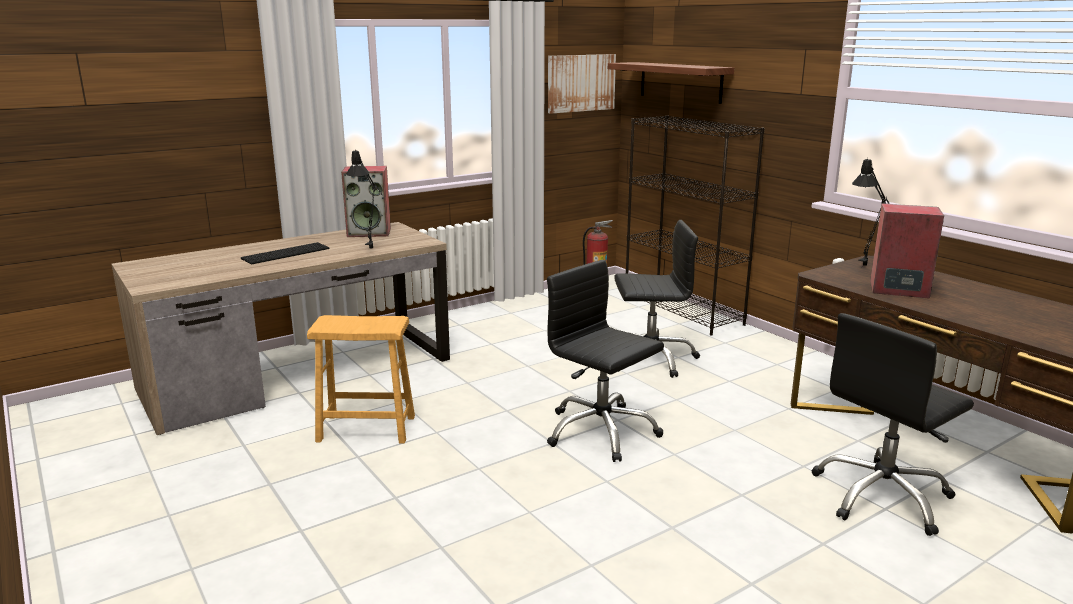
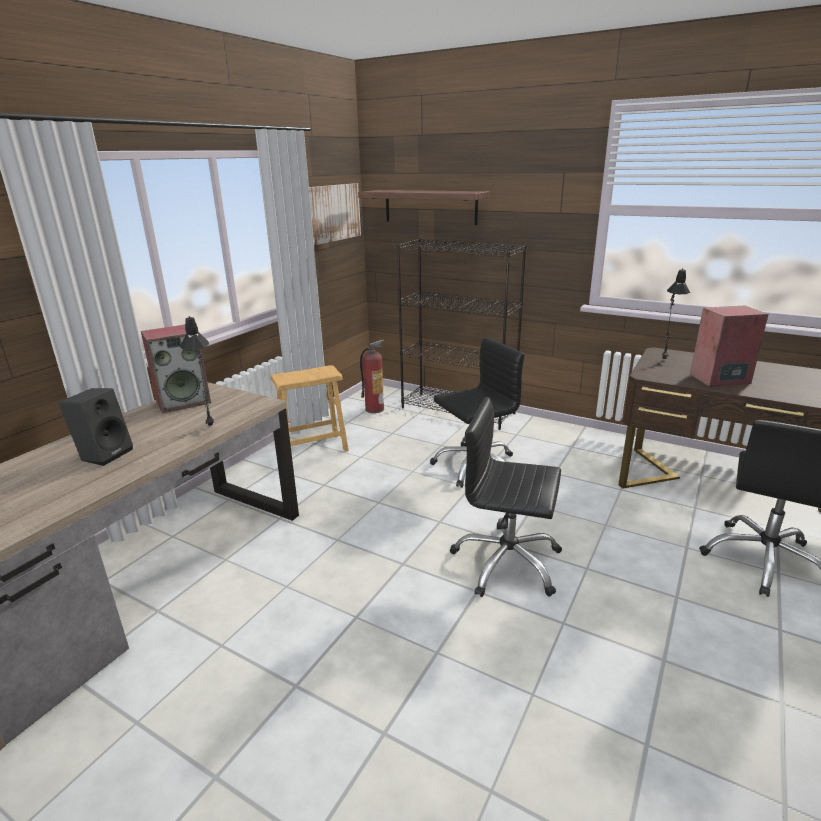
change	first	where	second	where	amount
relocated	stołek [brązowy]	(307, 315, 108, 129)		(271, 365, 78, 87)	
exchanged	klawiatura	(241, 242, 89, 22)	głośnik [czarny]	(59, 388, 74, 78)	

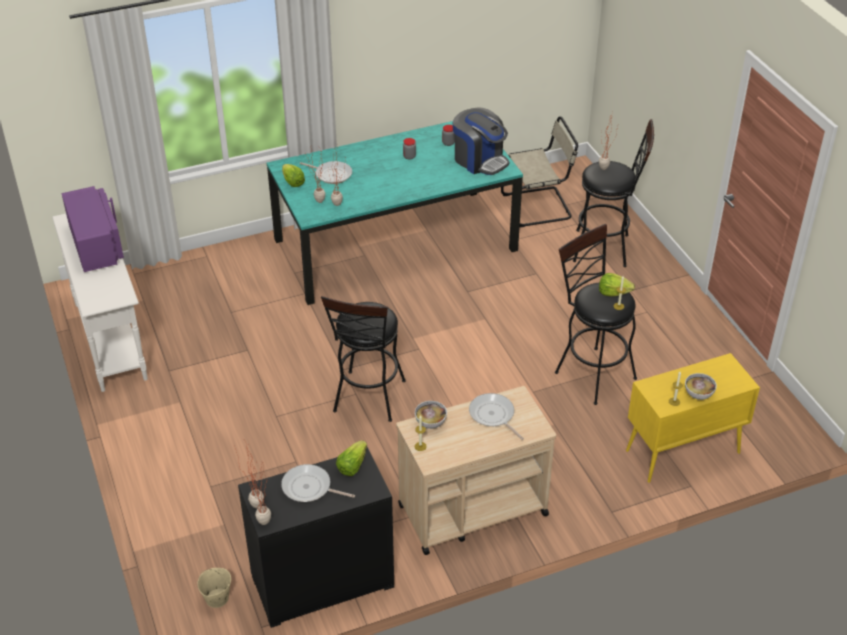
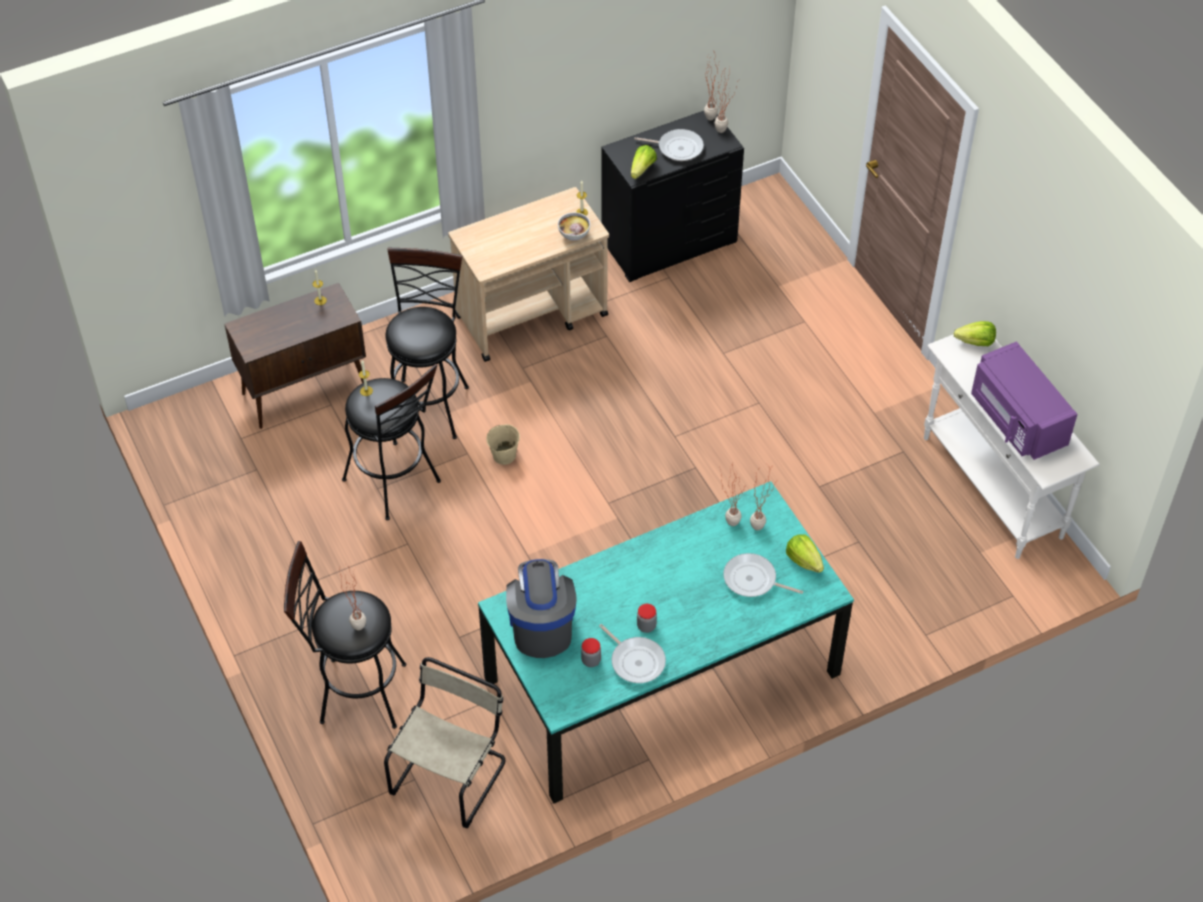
change	first	where	second	where	amount
missing	miska	(685, 373, 32, 27)			
relocated	wiadro [beżowy]	(197, 568, 34, 40)		(486, 424, 34, 41)	
relocated	stołek [czarny]	(321, 296, 85, 126)		(385, 248, 84, 191)	
relocated	patelnia	(469, 393, 55, 47)		(599, 624, 67, 59)	
relocated	sałata	(599, 273, 36, 23)		(953, 321, 43, 25)	
colour	szafka [żółty]	(626, 353, 134, 130)	szafka [brązowy]	(224, 283, 142, 146)	
spun	ekspres do kawy	(453, 107, 56, 68)		(506, 559, 71, 99)	45 degrees clockwise
spun	krzesło [beżowy]	(501, 116, 77, 111)		(384, 657, 121, 171)	135 degrees clockwise

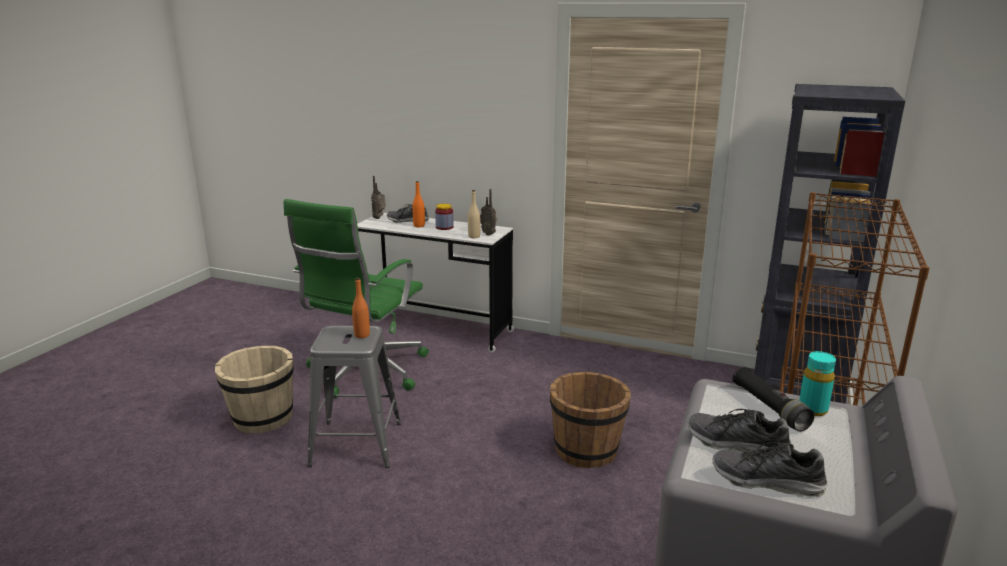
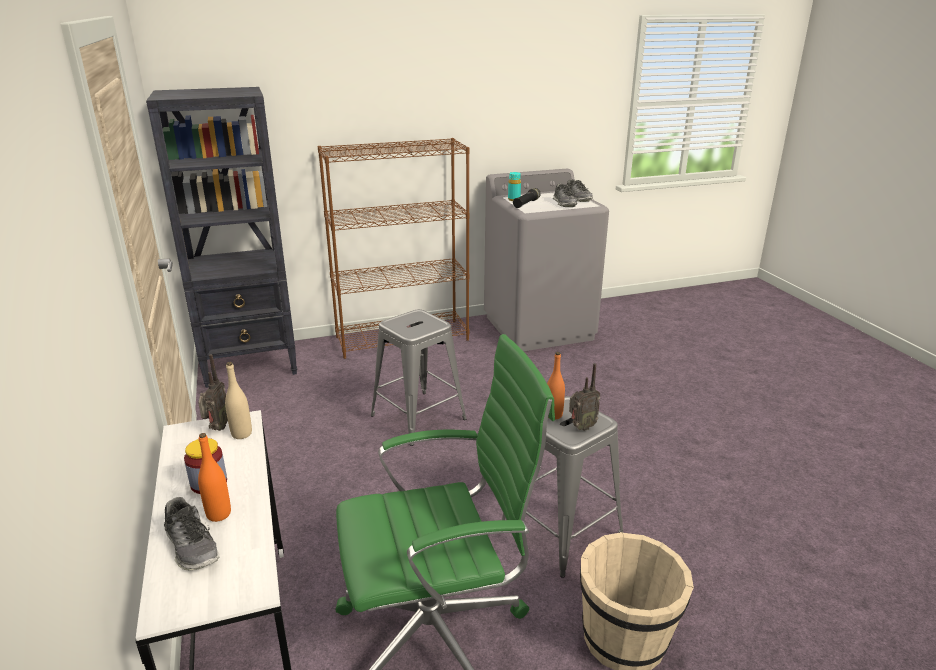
change	first	where	second	where	amount
relocated	radio	(371, 176, 14, 43)		(569, 363, 31, 68)	
exchanged	wiadro [brązowy]	(550, 371, 81, 97)	stołek [szary]	(371, 309, 96, 137)	

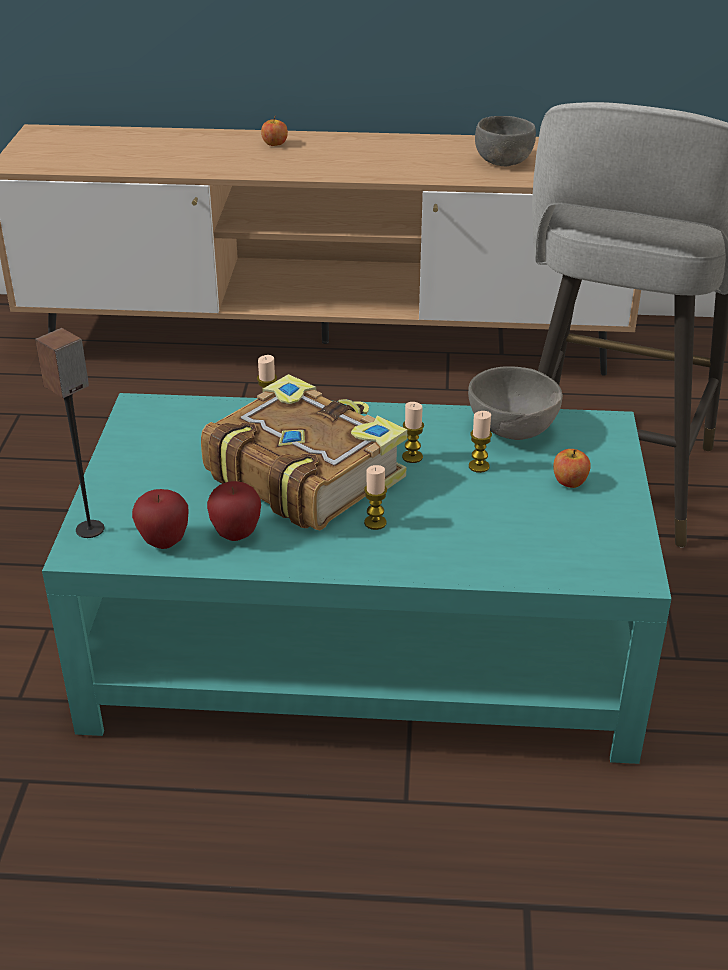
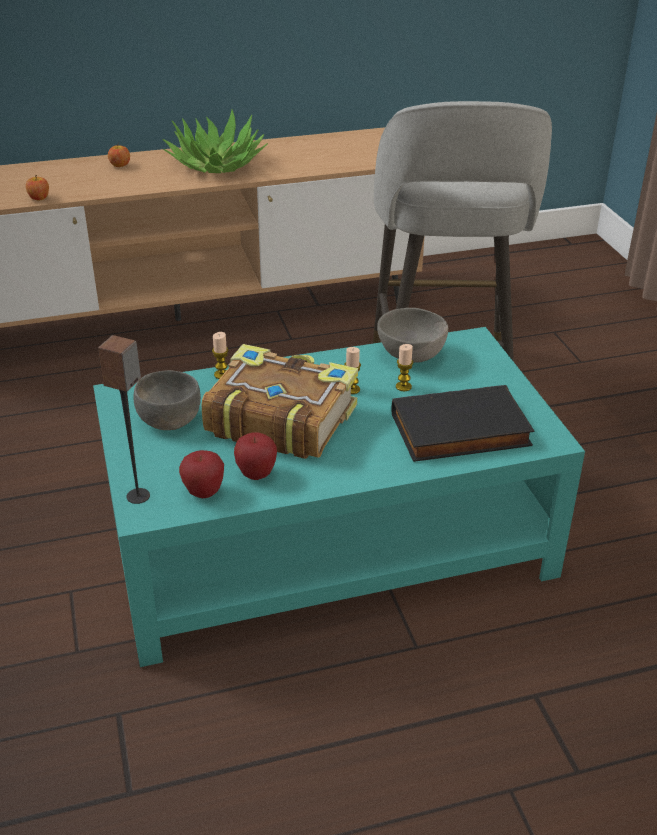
change	first	where	second	where	amount
missing	świeca	(364, 465, 23, 65)			
appeared			roślina doniczkowa	(163, 109, 105, 64)	
appeared			książka [czarny]	(391, 385, 143, 77)	
relocated	miska [szary]	(475, 116, 61, 50)		(134, 370, 67, 60)	
relocated	jabłko	(553, 449, 38, 39)		(26, 175, 23, 25)	

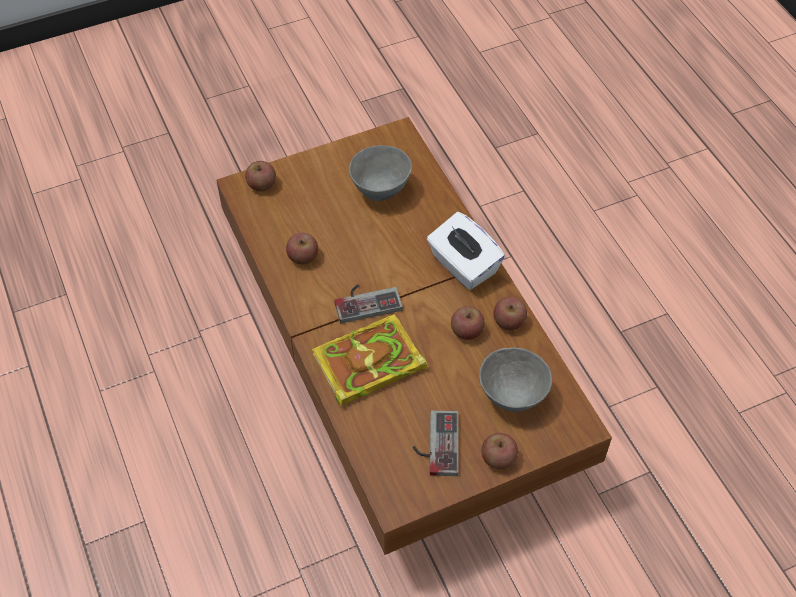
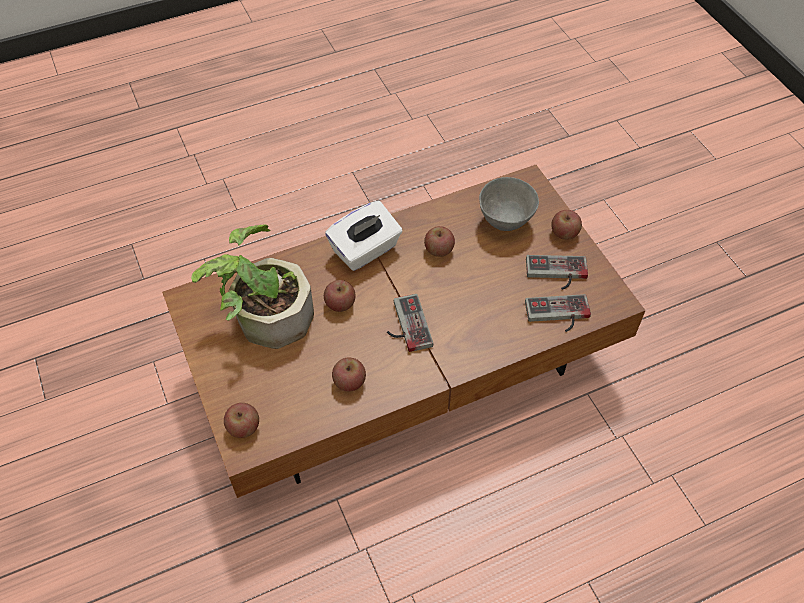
change	first	where	second	where	amount
missing	książka	(312, 314, 116, 93)			
appeared			pad do gier	(525, 294, 66, 38)	
relocated	jabłko	(494, 297, 33, 33)		(324, 280, 32, 32)	
exchanged	miska [szary]	(349, 145, 63, 56)	roślina doniczkowa	(191, 225, 123, 124)	

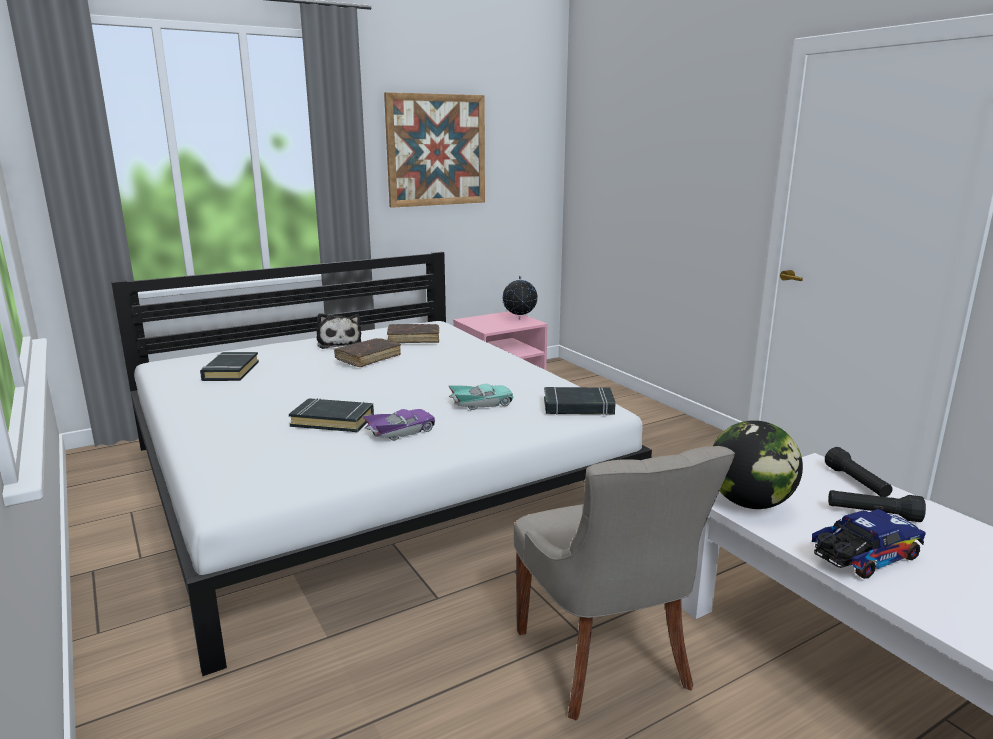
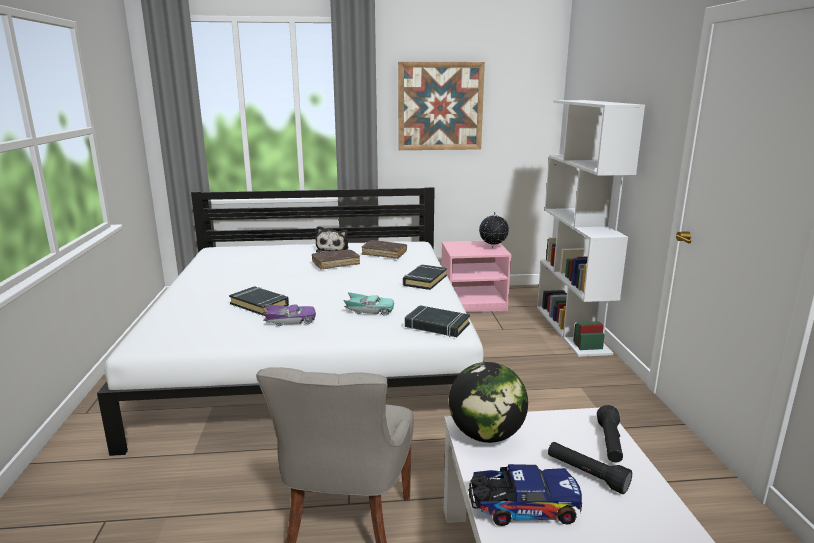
change	first	where	second	where	amount
appeared			regał [biały]	(537, 100, 108, 257)	
relocated	książka [czarny]	(200, 352, 59, 29)		(403, 264, 44, 26)	

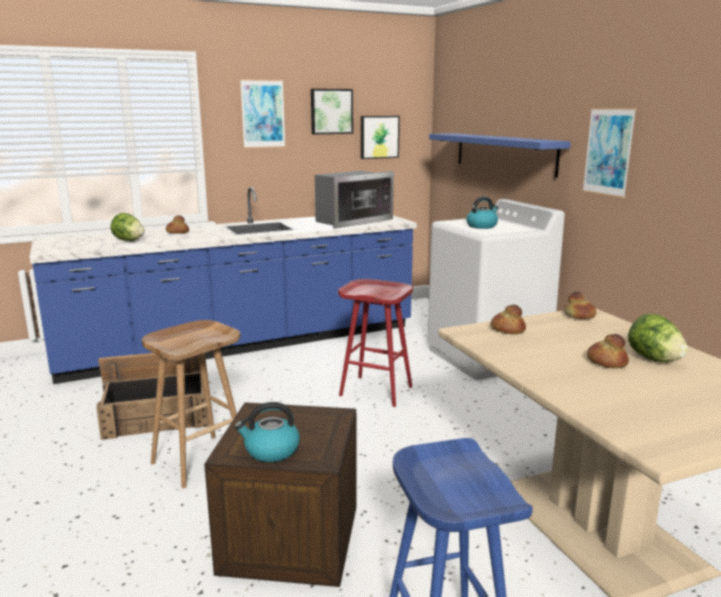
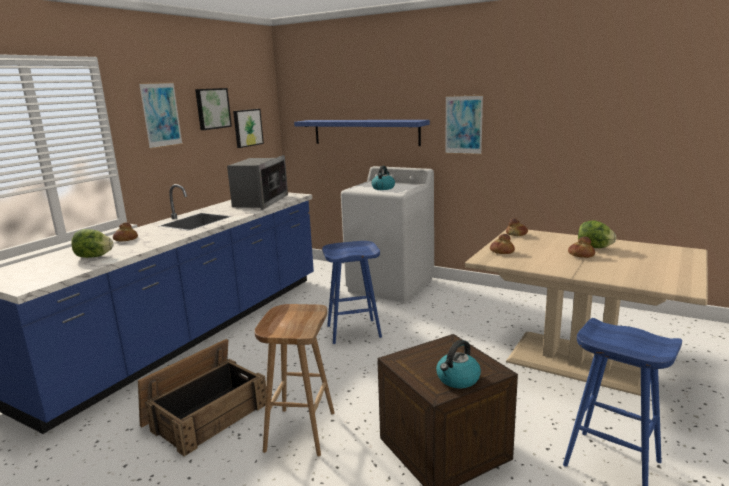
change	first	where	second	where	amount
colour	stołek [czerwony]	(338, 279, 75, 128)	stołek [niebieski]	(322, 241, 60, 103)	

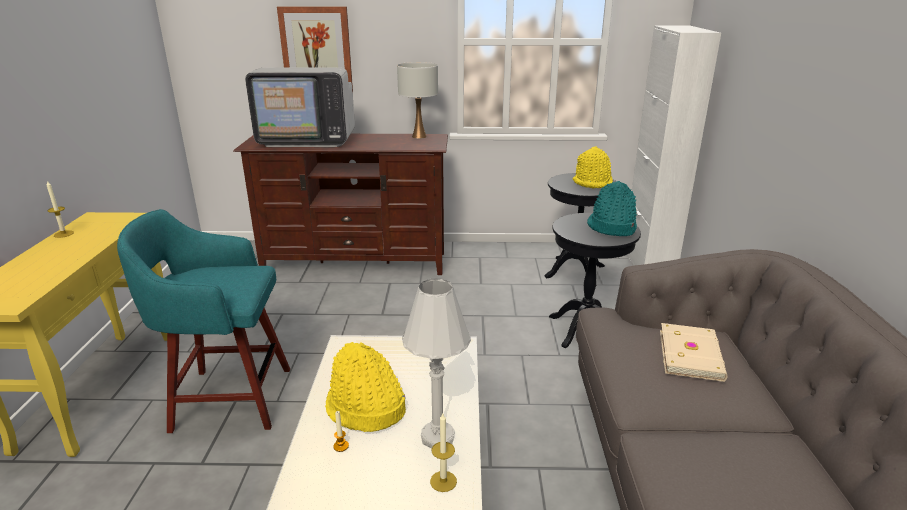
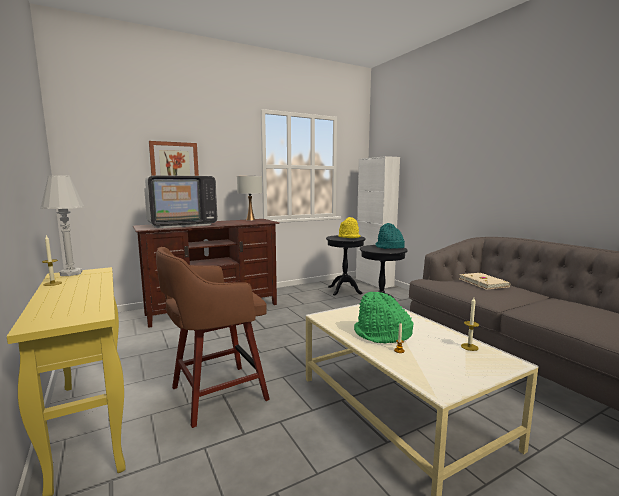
change	first	where	second	where	amount
relocated	lampa stołowa [biały]	(402, 279, 69, 169)		(41, 175, 43, 101)	
colour	stołek [turkusowy]	(117, 209, 173, 224)	stołek [brązowy]	(156, 247, 114, 181)	
colour	kapelusz [żółty]	(325, 342, 81, 90)	kapelusz [zielony]	(354, 292, 59, 52)	

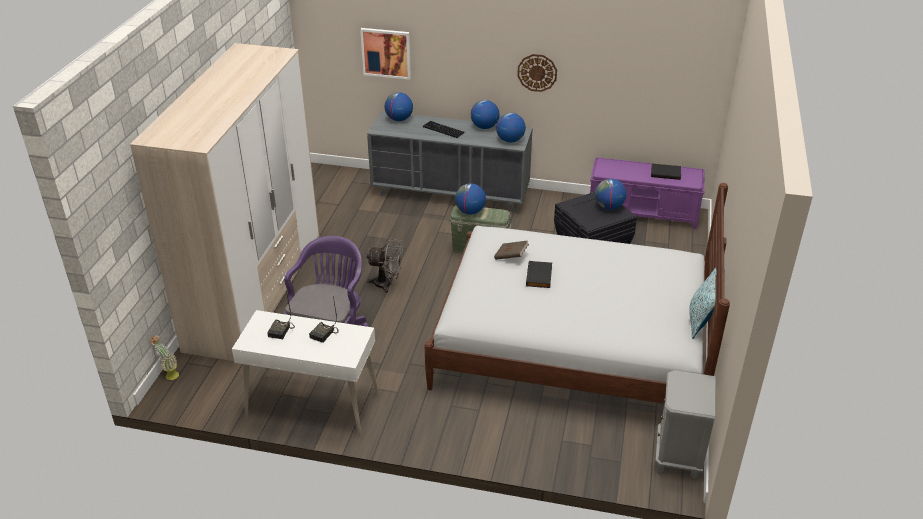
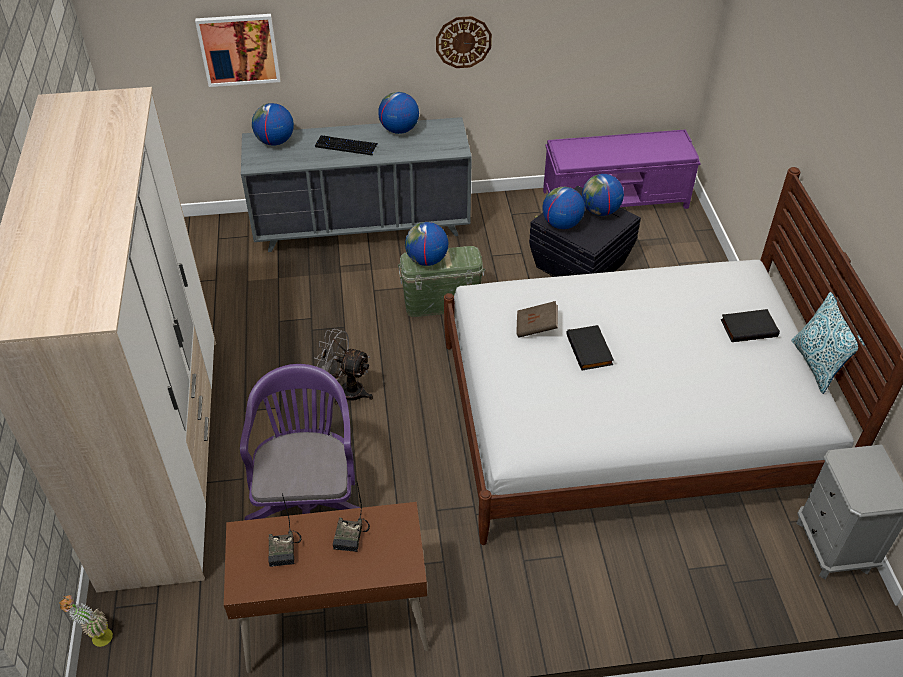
change	first	where	second	where	amount
relocated	globus	(496, 112, 30, 30)		(542, 187, 43, 42)	
relocated	książka [czarny]	(651, 163, 30, 17)		(721, 309, 59, 33)	
colour	biurko [biały]	(232, 310, 147, 126)	biurko [brązowy]	(224, 502, 205, 171)	
spun	wentylator [szary]	(366, 239, 37, 54)		(314, 329, 59, 75)	150 degrees counterclockwise

